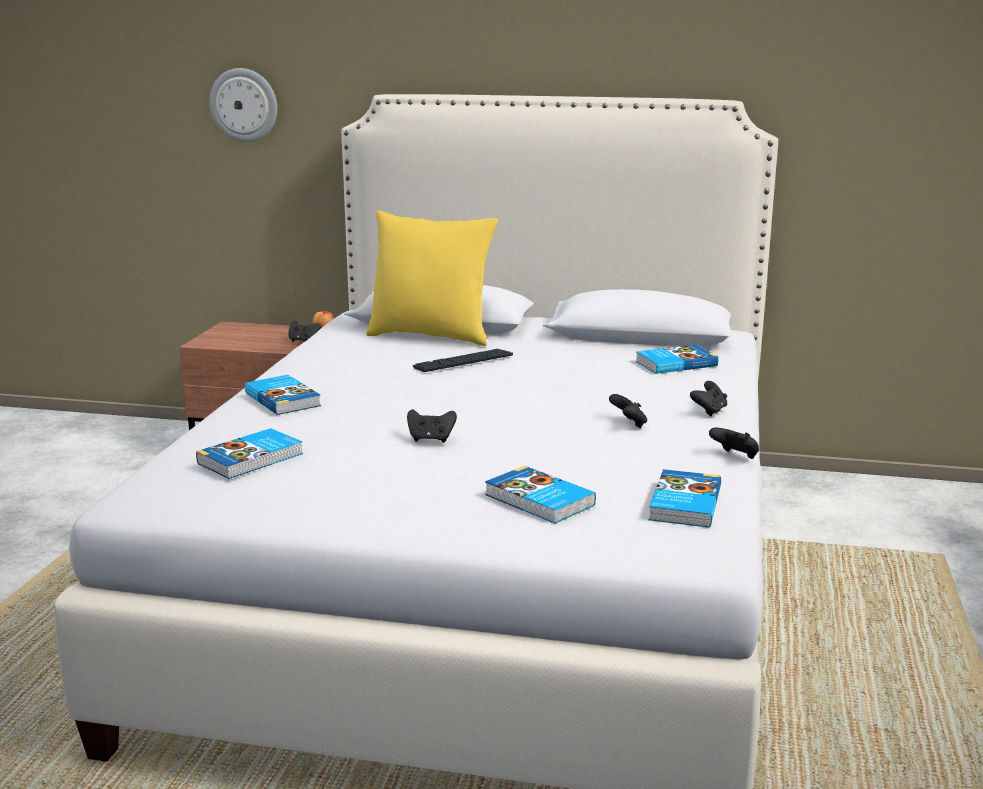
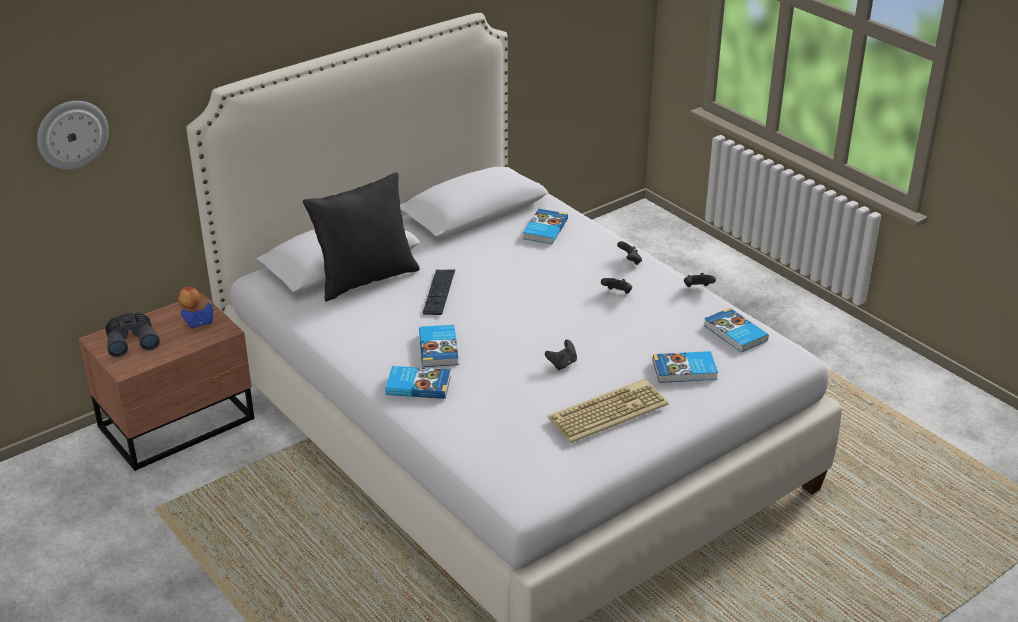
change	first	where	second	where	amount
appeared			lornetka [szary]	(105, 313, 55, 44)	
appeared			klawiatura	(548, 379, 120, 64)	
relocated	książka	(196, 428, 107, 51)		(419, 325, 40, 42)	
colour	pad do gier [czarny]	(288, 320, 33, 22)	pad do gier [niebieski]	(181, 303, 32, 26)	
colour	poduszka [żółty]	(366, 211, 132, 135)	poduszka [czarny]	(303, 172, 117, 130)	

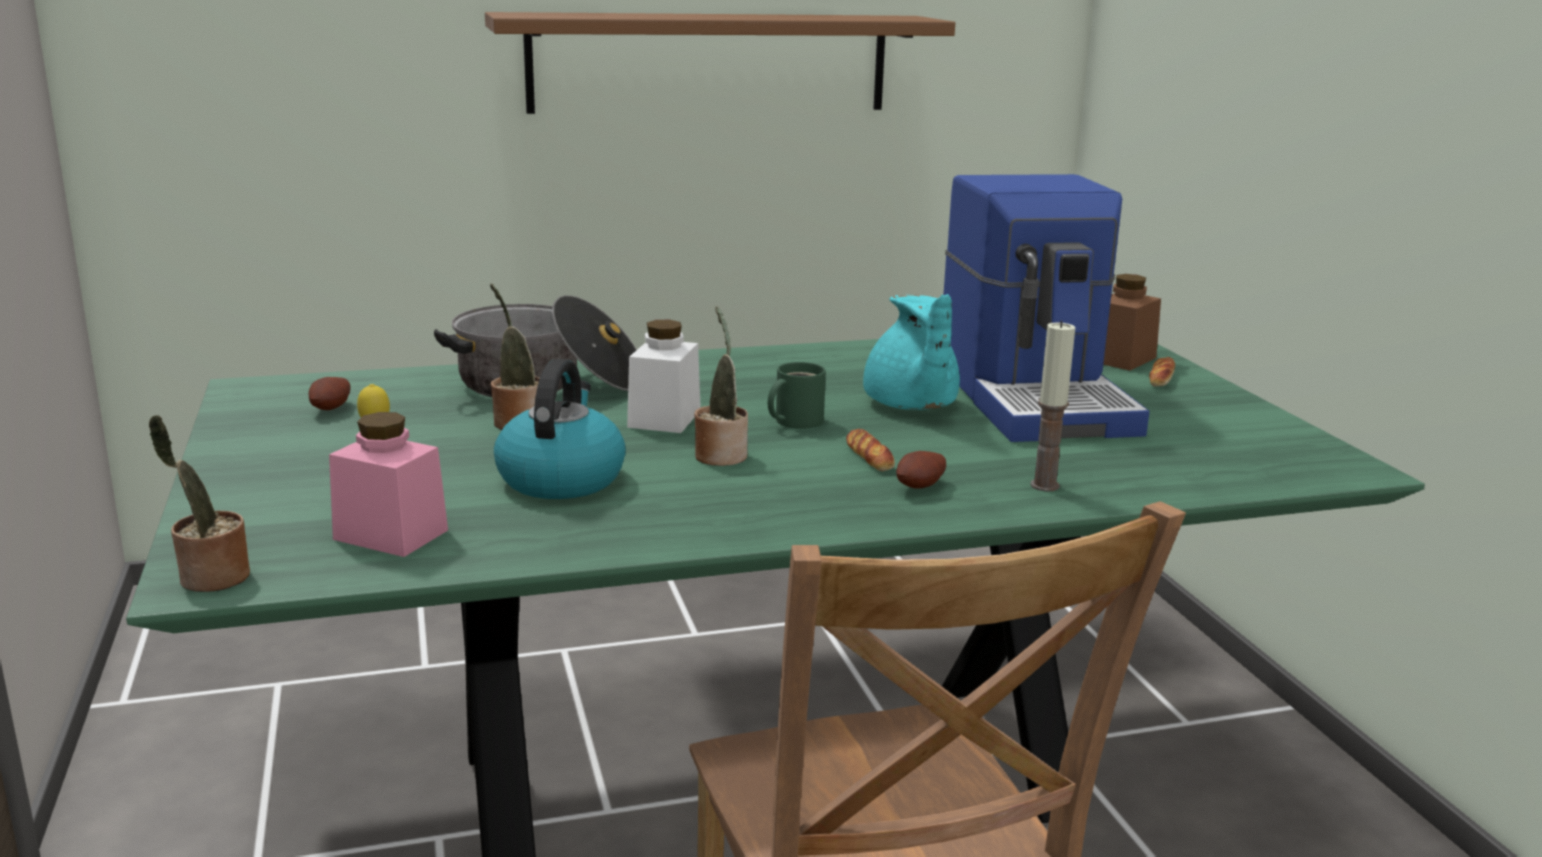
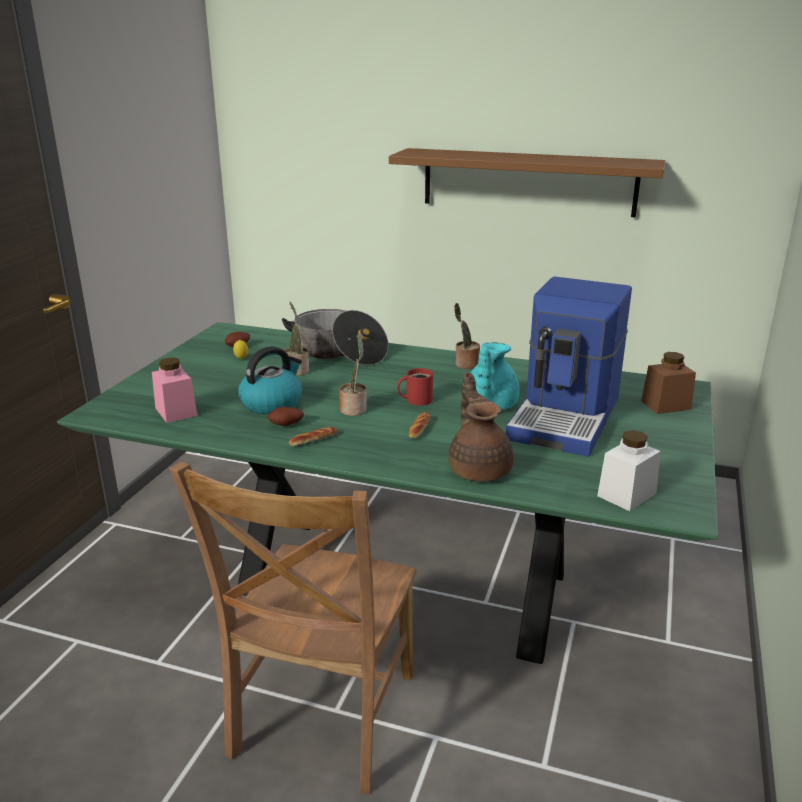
change	first	where	second	where	amount
relocated	roślina doniczkowa	(149, 415, 101, 177)		(454, 303, 26, 66)	
relocated	słoik [biały]	(627, 320, 74, 113)		(597, 430, 64, 81)	
relocated	ziemniak	(896, 451, 50, 38)		(267, 407, 37, 19)	
relocated	chleb	(1149, 357, 26, 30)		(289, 427, 48, 19)	
exchanged	świeca	(1030, 320, 45, 171)	imbryk [brązowy]	(448, 372, 66, 110)	
colour	kubek [zielony]	(768, 362, 58, 67)	kubek [czerwony]	(397, 368, 36, 38)	

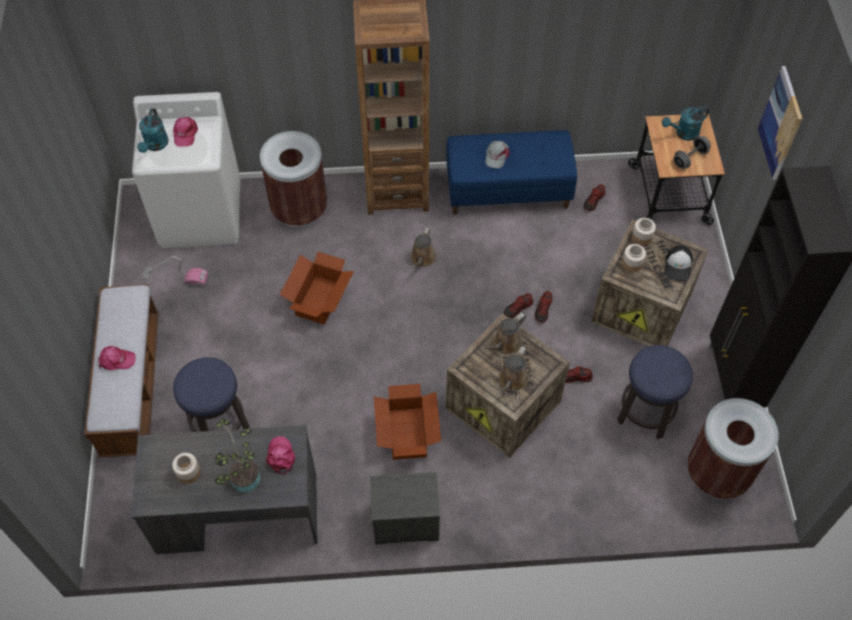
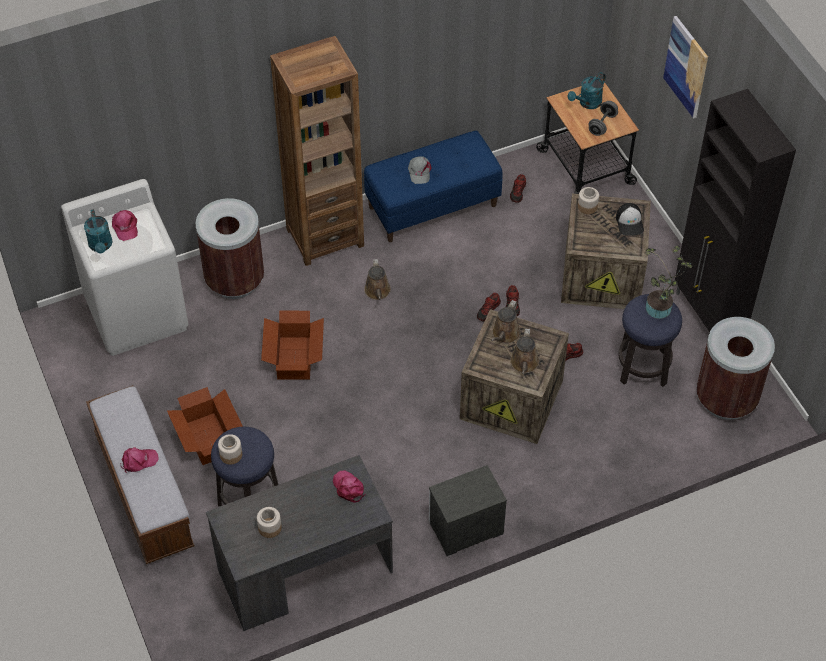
change	first	where	second	where	amount
missing	odkurzacz	(142, 256, 66, 31)			
relocated	roślina doniczkowa	(214, 419, 46, 74)		(645, 245, 47, 74)	
relocated	karton	(374, 384, 67, 76)		(167, 387, 76, 78)	
relocated	słoik	(622, 244, 24, 28)		(218, 434, 24, 31)	

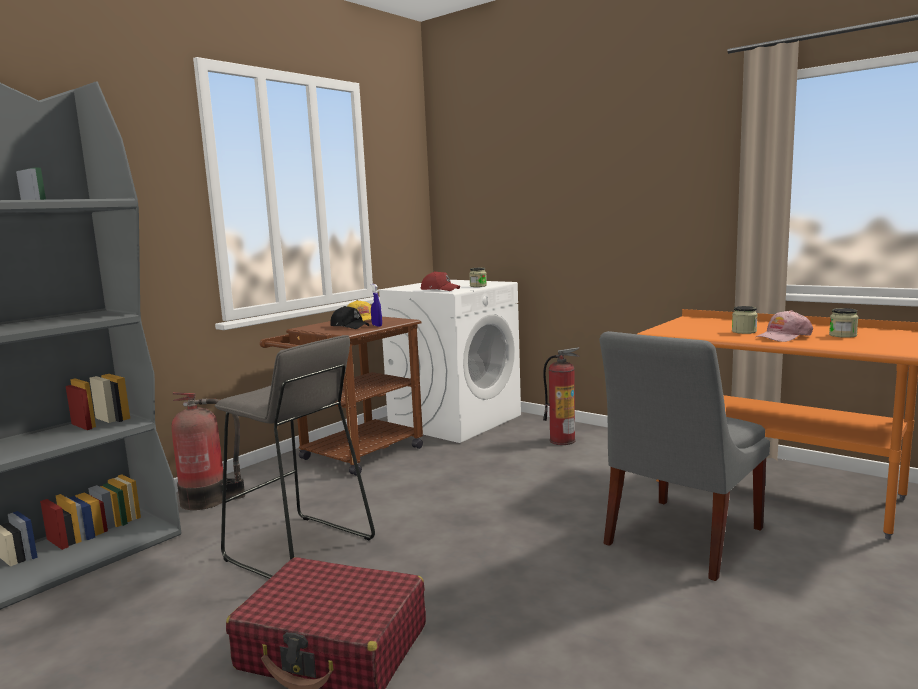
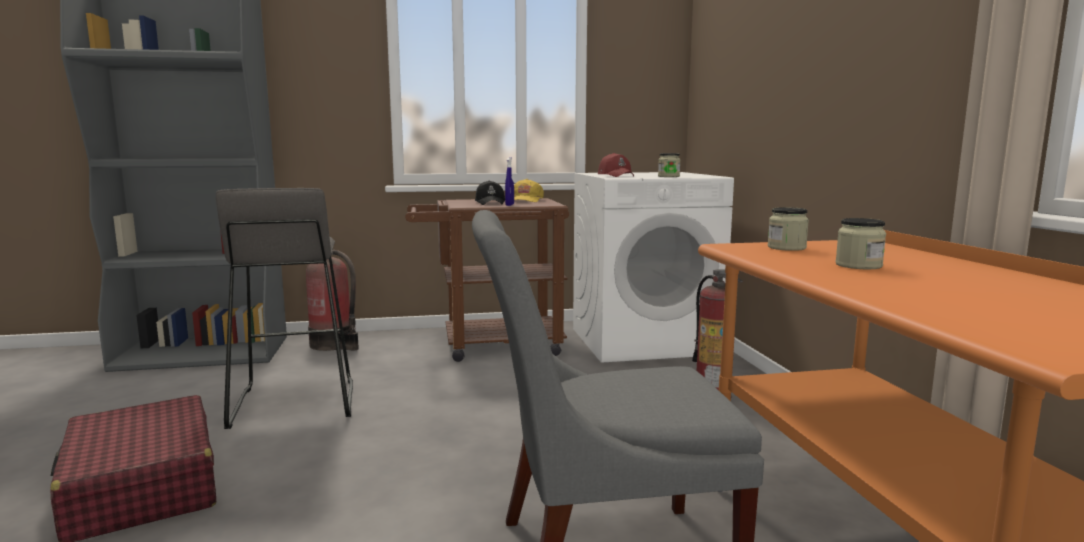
change	first	where	second	where	amount
missing	czapka z daszkiem [różowy]	(756, 310, 57, 32)			
relocated	słoik	(829, 308, 29, 30)		(768, 207, 41, 44)	

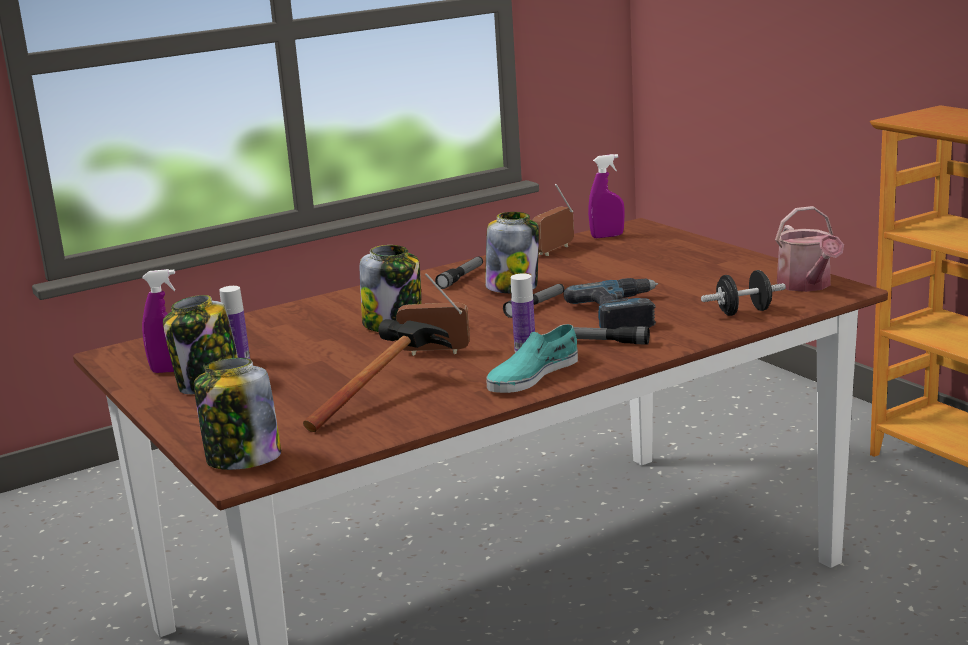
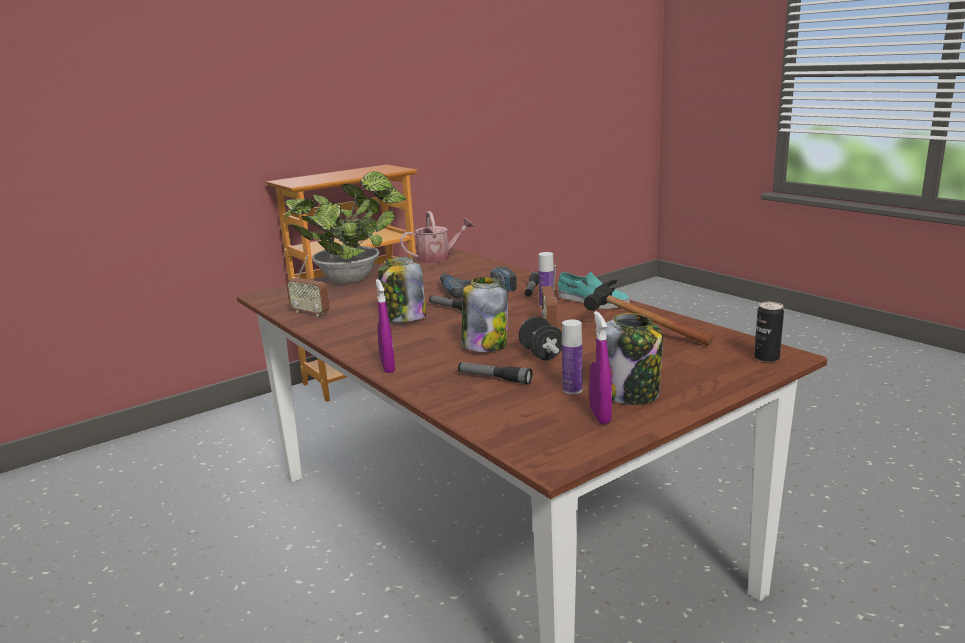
change	first	where	second	where	amount
appeared			roślina doniczkowa	(285, 171, 121, 112)	
relocated	latarka	(435, 256, 48, 33)		(458, 362, 75, 22)	
relocated	spryskiwacz [fioletowy]	(588, 154, 37, 84)		(376, 279, 19, 94)	
relocated	hantel [czarny]	(701, 270, 85, 46)		(519, 316, 43, 44)	
exchanged	słoik	(194, 358, 87, 112)	puszka	(754, 302, 30, 60)	

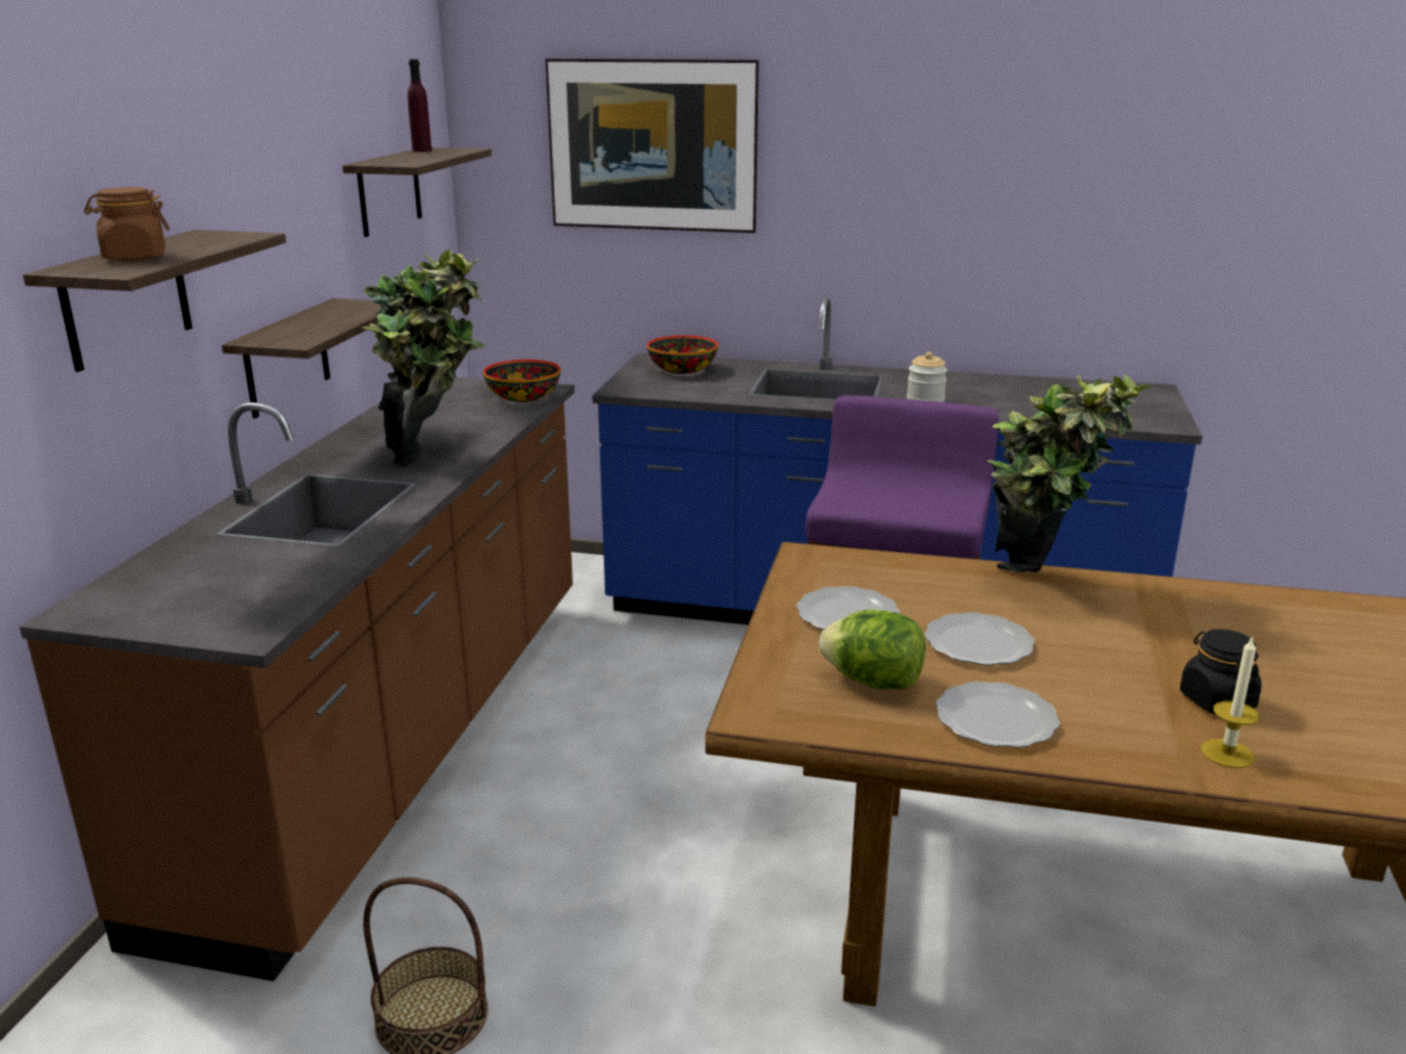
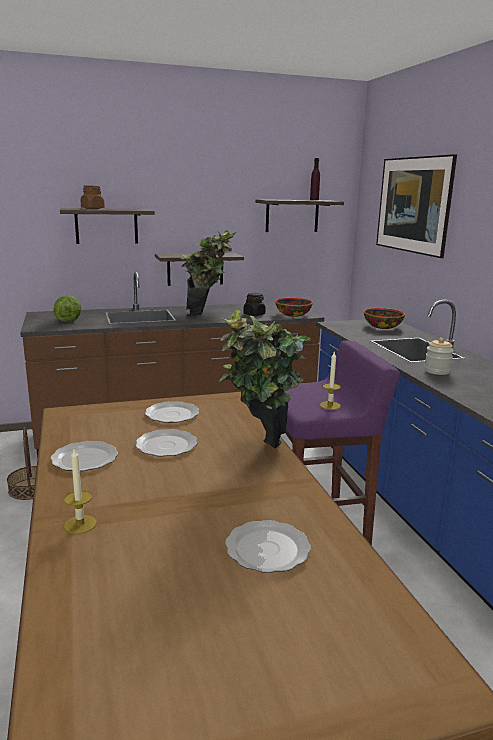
change	first	where	second	where	amount
appeared			talerz	(225, 520, 86, 53)	
appeared			świeca	(320, 352, 21, 58)	
relocated	sałata	(819, 610, 107, 79)		(53, 295, 28, 27)	
relocated	słoik [czarny]	(1180, 629, 81, 85)		(243, 293, 22, 23)	

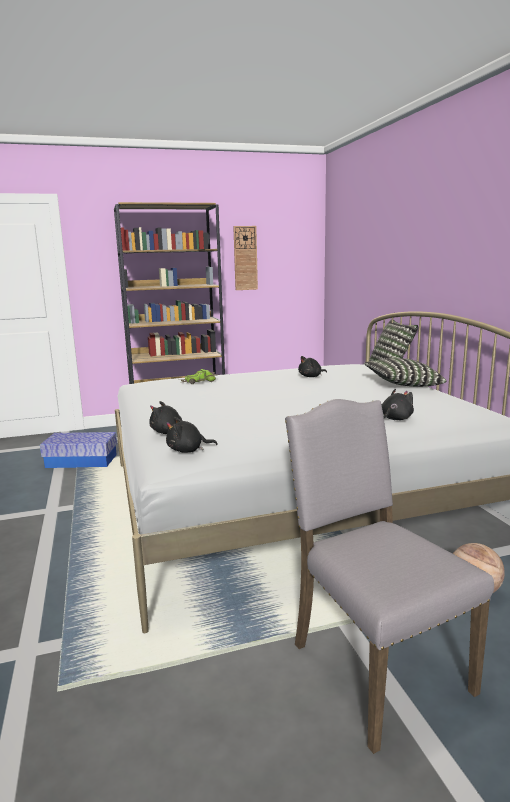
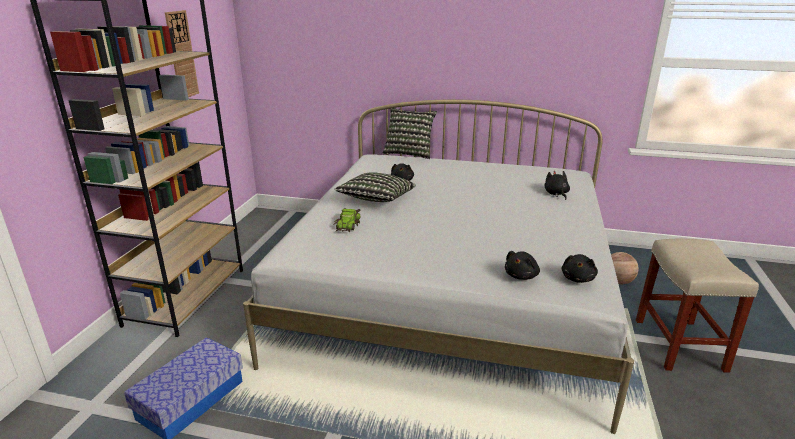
change	first	where	second	where	amount
relocated	poduszka	(364, 358, 82, 29)		(334, 172, 82, 30)	
exchanged	krzesło [szary]	(285, 399, 209, 355)	stołek [beżowy]	(636, 239, 123, 134)	

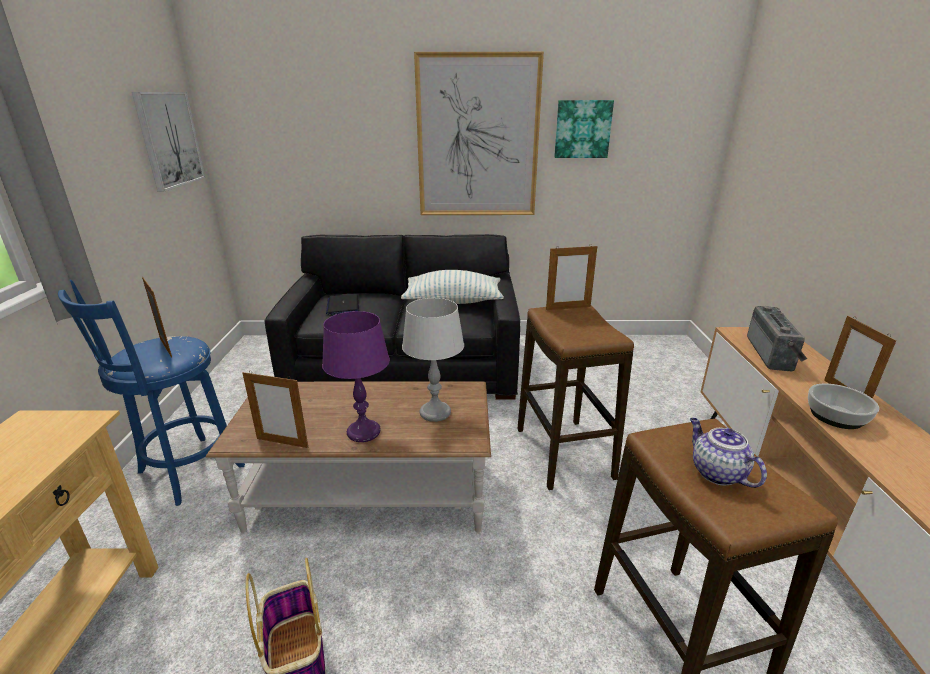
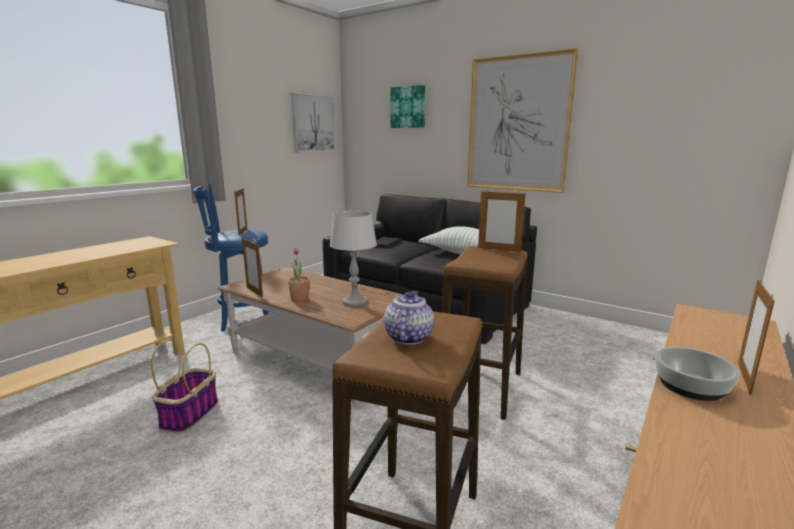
change	first	where	second	where	amount
missing	radio	(747, 306, 60, 65)			
relocated	obraz	(554, 100, 60, 58)		(390, 85, 35, 43)	
exchanged	lampa stołowa [fioletowy]	(322, 311, 68, 131)	roślina doniczkowa	(288, 248, 22, 54)	

